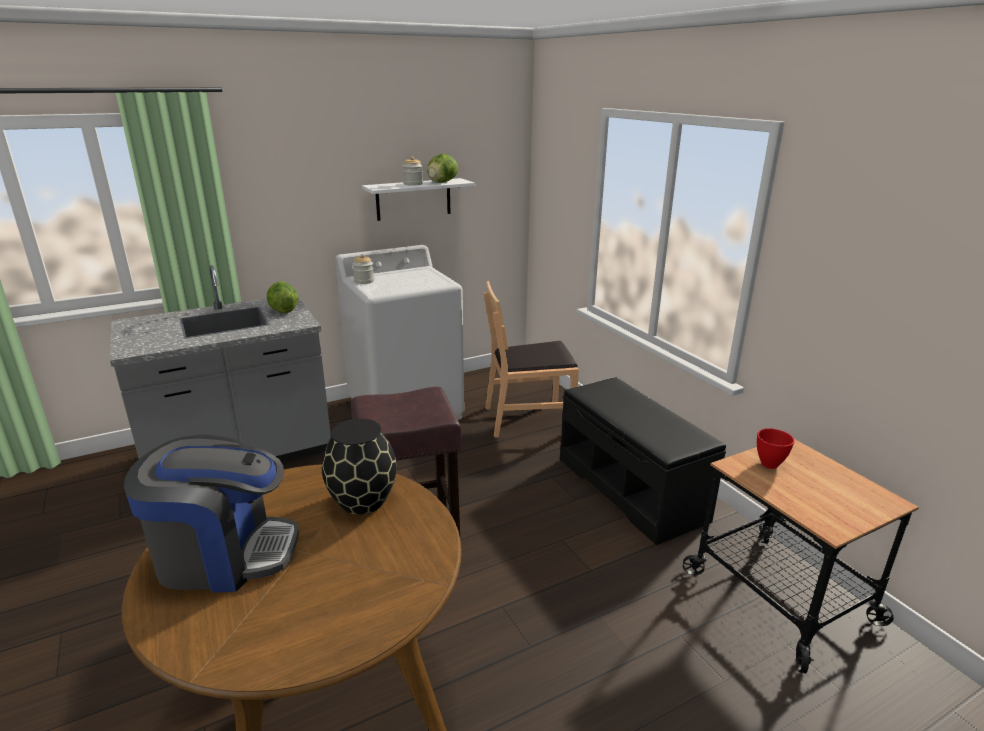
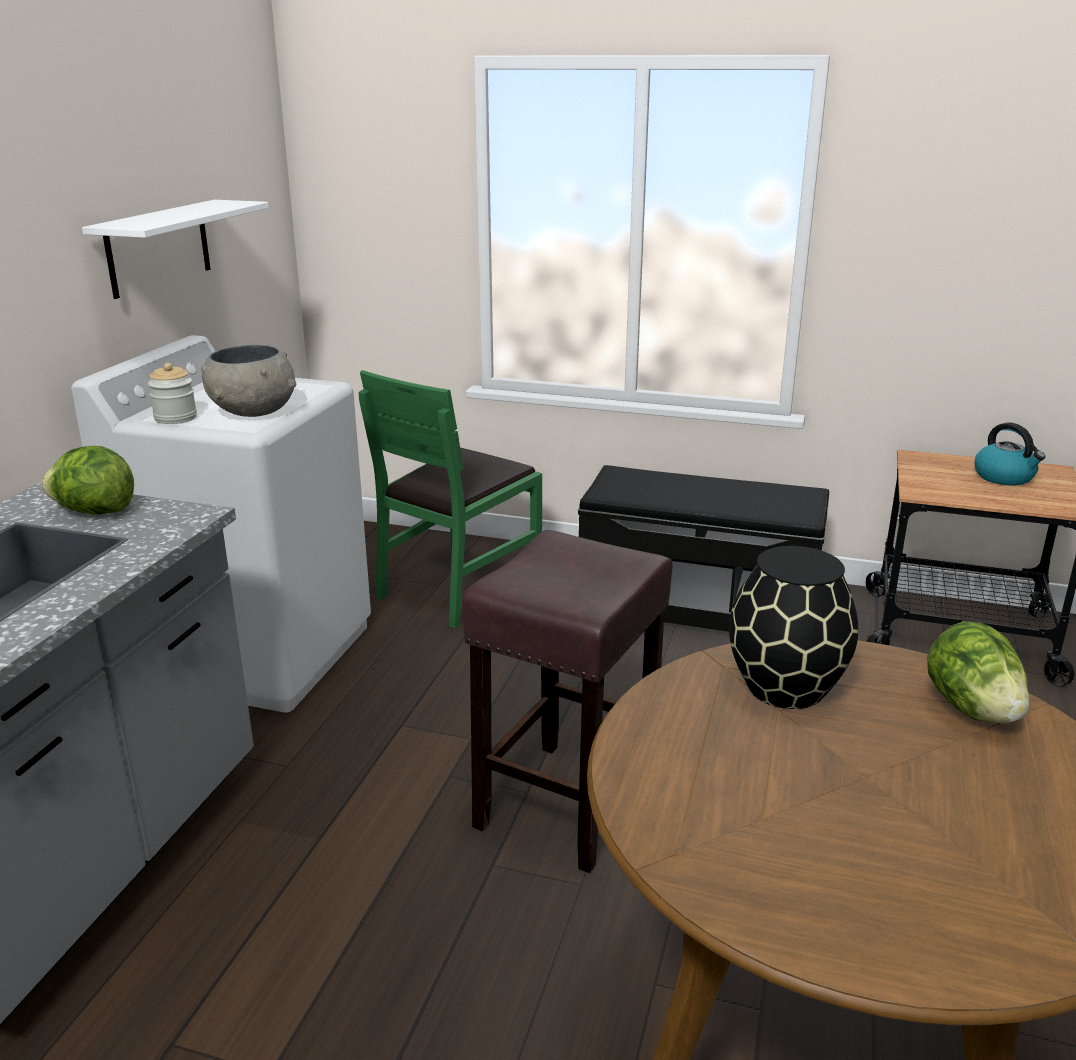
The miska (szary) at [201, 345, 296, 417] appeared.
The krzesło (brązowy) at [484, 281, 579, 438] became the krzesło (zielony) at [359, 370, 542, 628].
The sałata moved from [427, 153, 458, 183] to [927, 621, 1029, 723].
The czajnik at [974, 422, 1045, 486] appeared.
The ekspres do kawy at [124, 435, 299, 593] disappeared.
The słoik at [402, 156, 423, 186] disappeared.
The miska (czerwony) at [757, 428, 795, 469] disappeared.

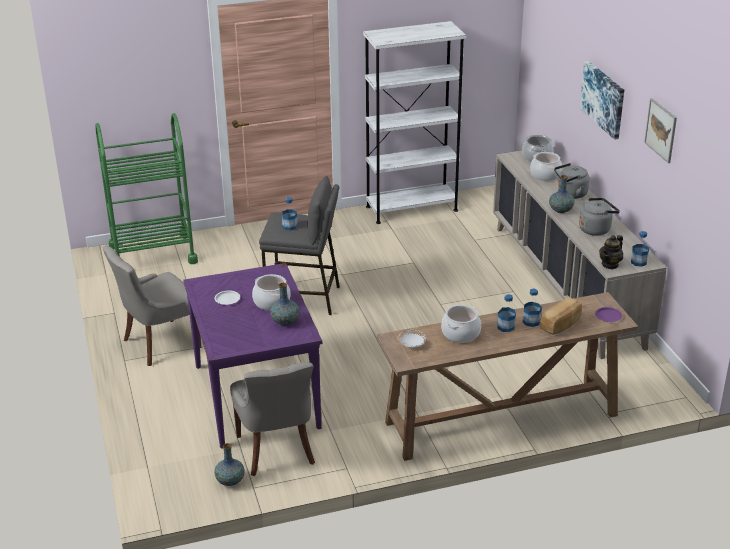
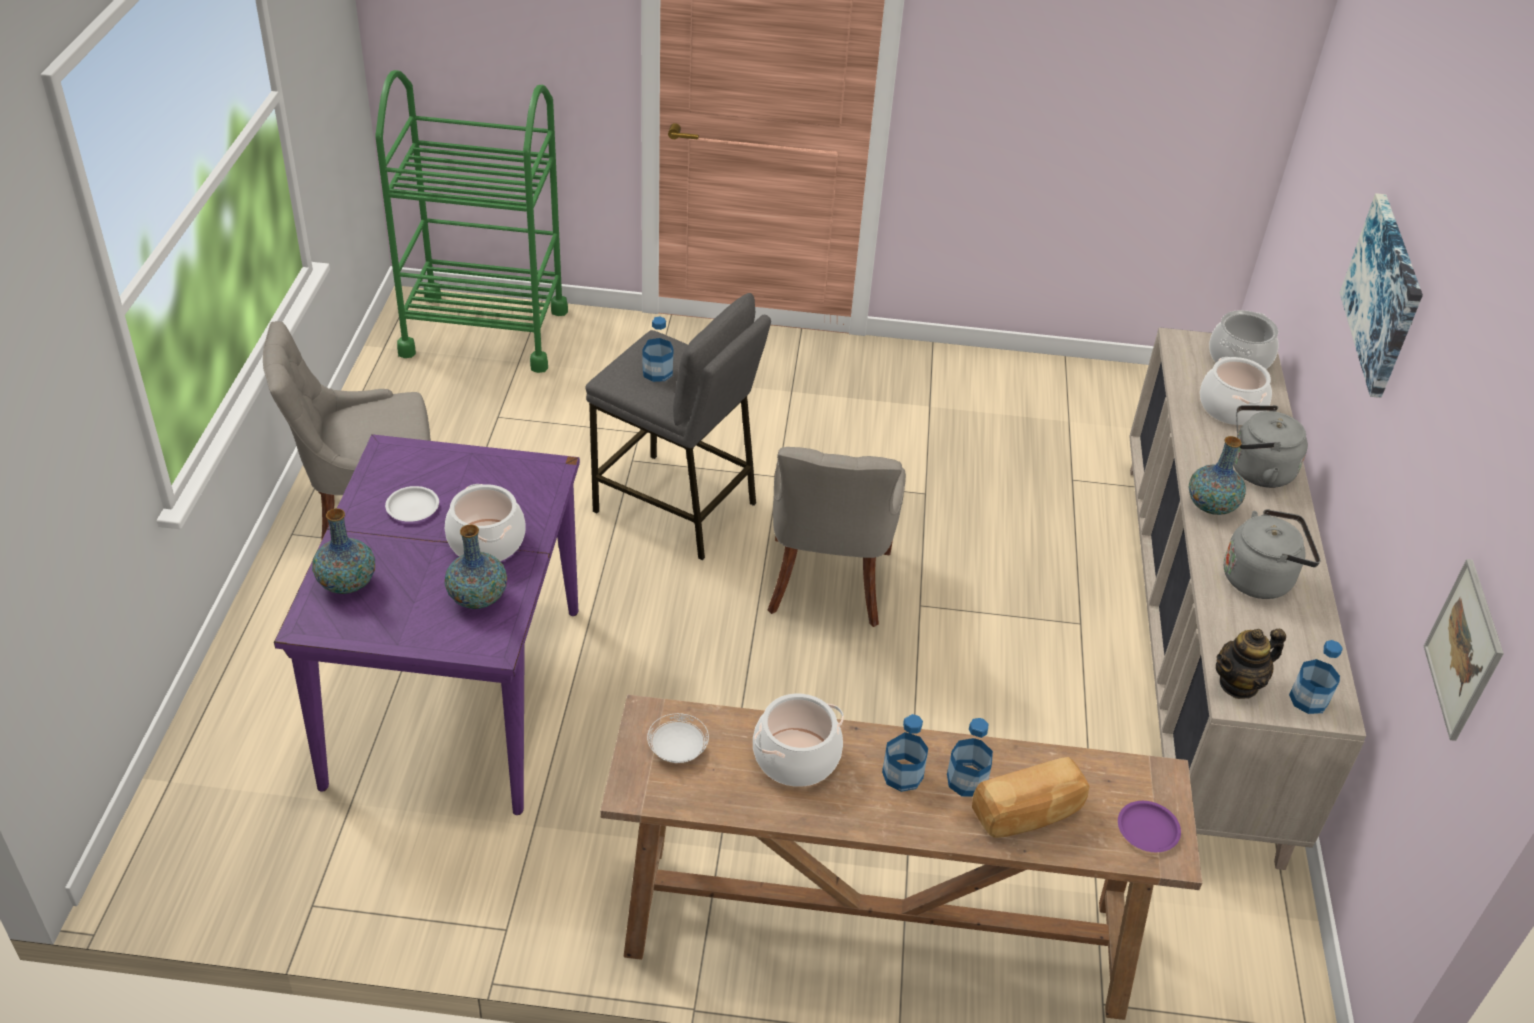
The wazon moved from [214, 443, 245, 486] to [312, 508, 375, 594].
The krzesło (szary) moved from [230, 362, 315, 476] to [768, 447, 906, 627].
The obraz moved from [644, 98, 677, 163] to [1424, 559, 1504, 741].
The regał (biały) at [363, 21, 466, 224] disappeared.

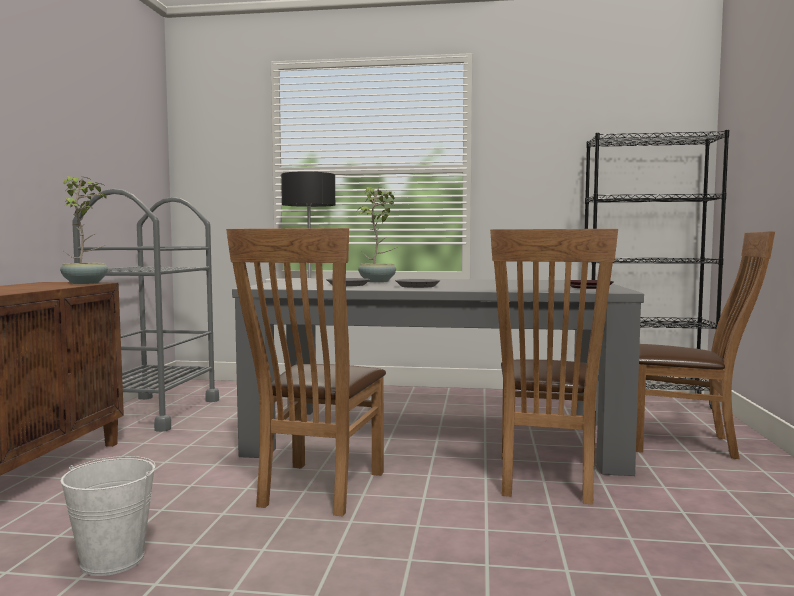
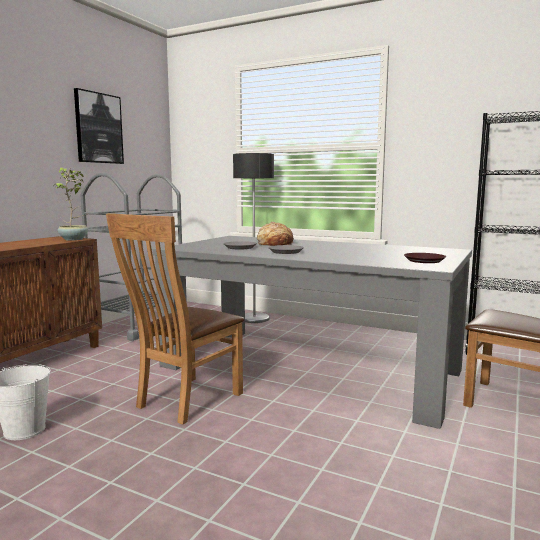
The obraz at [74, 88, 124, 164] appeared.
The roślina doniczkowa at [357, 187, 396, 282] was replaced by the chleb at [257, 222, 294, 246].
The krzesło (brązowy) at [490, 229, 618, 505] disappeared.

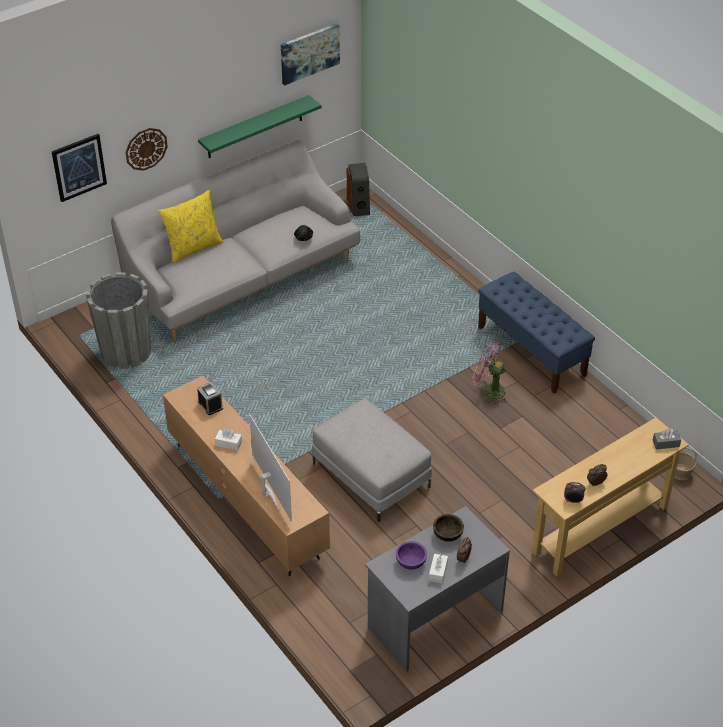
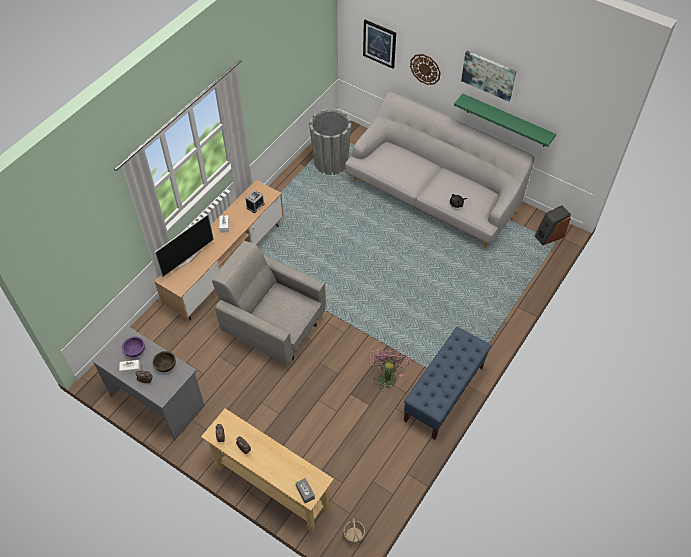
The pufa (szary) at [312, 399, 432, 522] was replaced by the fotel (szary) at [212, 241, 326, 364].
The obraz moved from [281, 23, 340, 85] to [461, 51, 517, 102].
The poduszka (żółty) at [158, 190, 223, 263] disappeared.

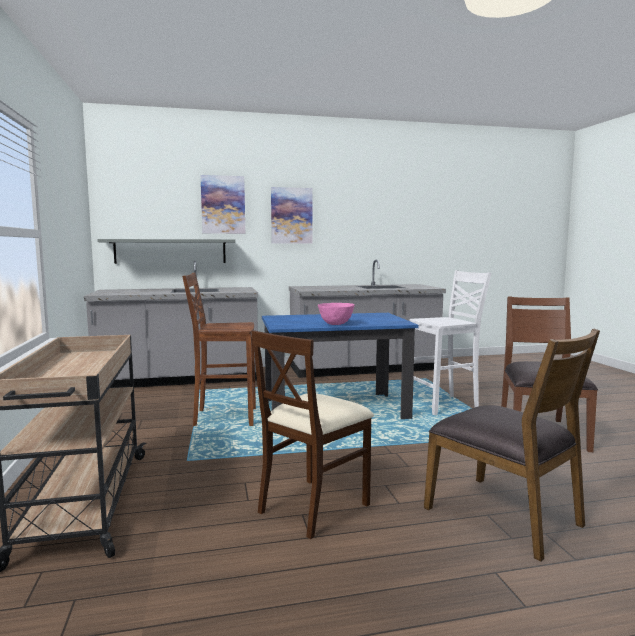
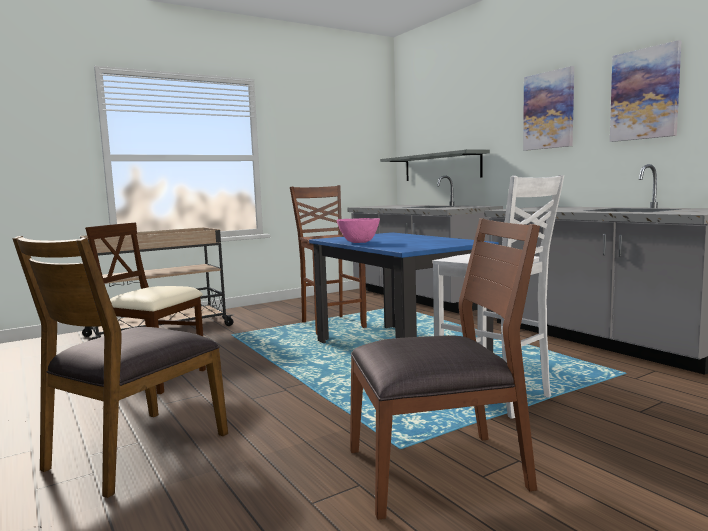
The obraz moved from [201, 175, 245, 234] to [610, 40, 681, 142].

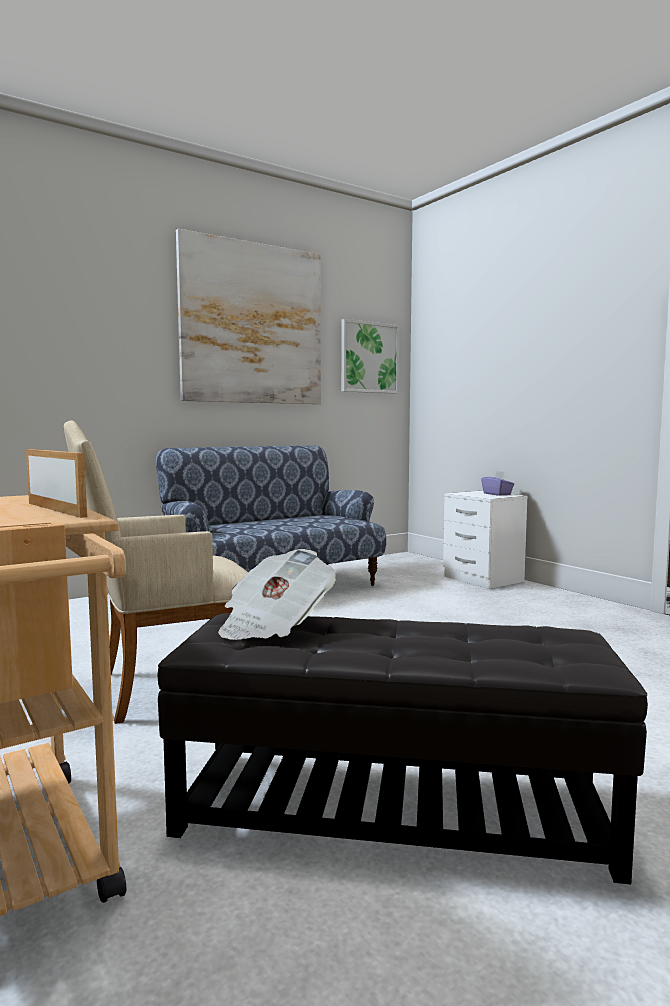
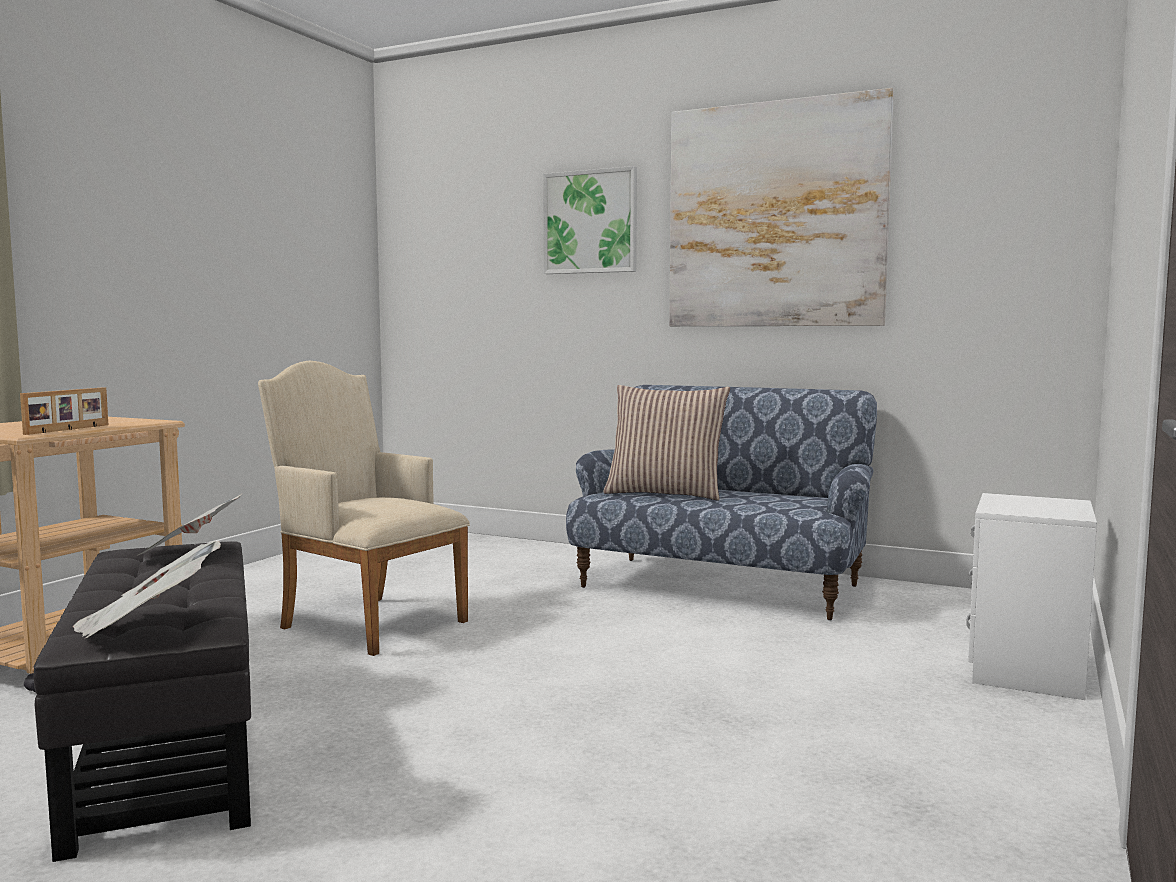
The gazeta at [73, 541, 221, 638] appeared.
The obraz moved from [341, 319, 399, 394] to [543, 166, 637, 274].
The poduszka at [603, 385, 730, 500] appeared.
The pudełko chusteczek (fioletowy) at [481, 471, 514, 496] disappeared.

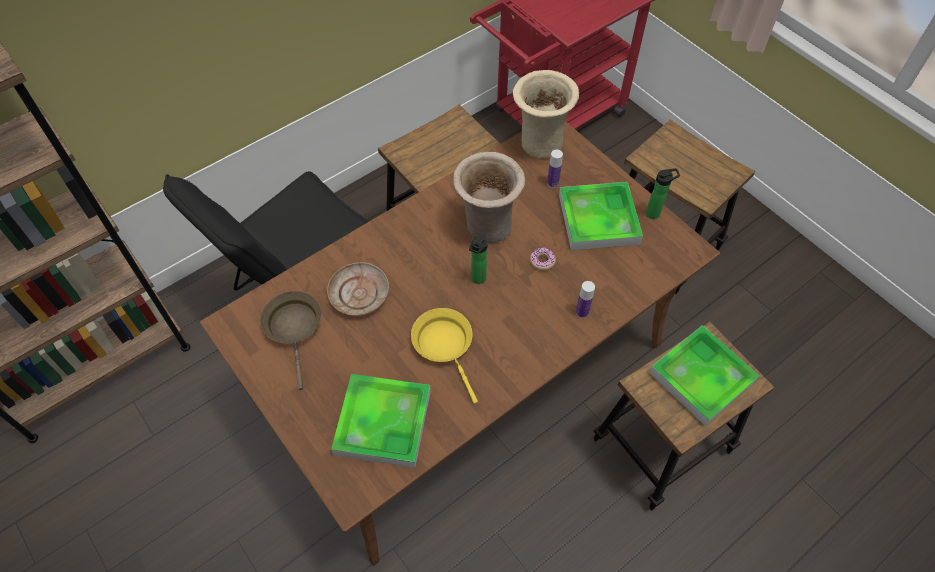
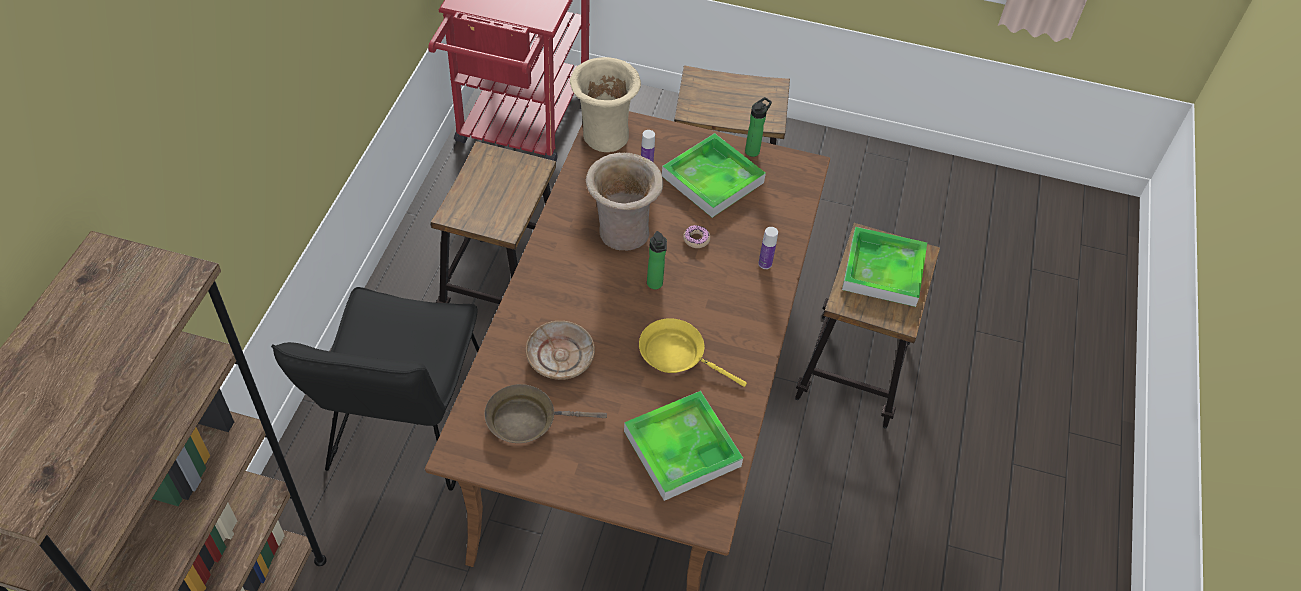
The patelnia (brązowy) at [260, 291, 321, 390] turned 45 degrees counterclockwise.

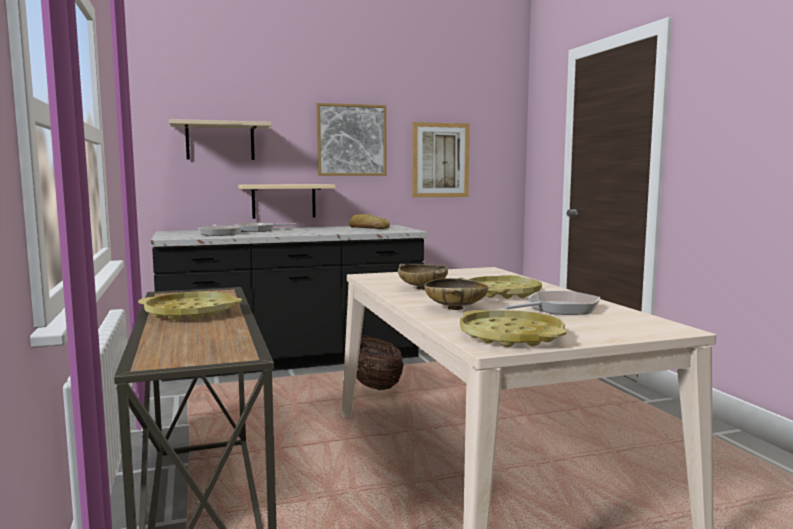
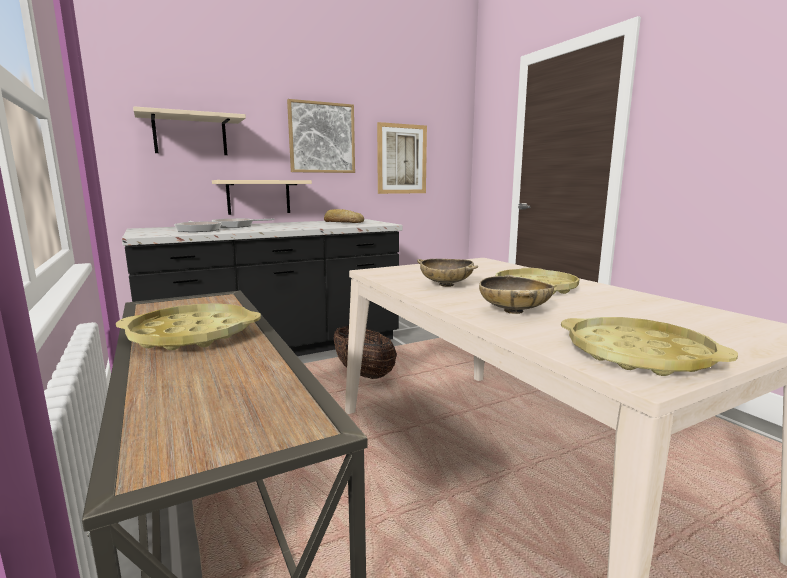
The patelnia at [504, 291, 600, 315] disappeared.

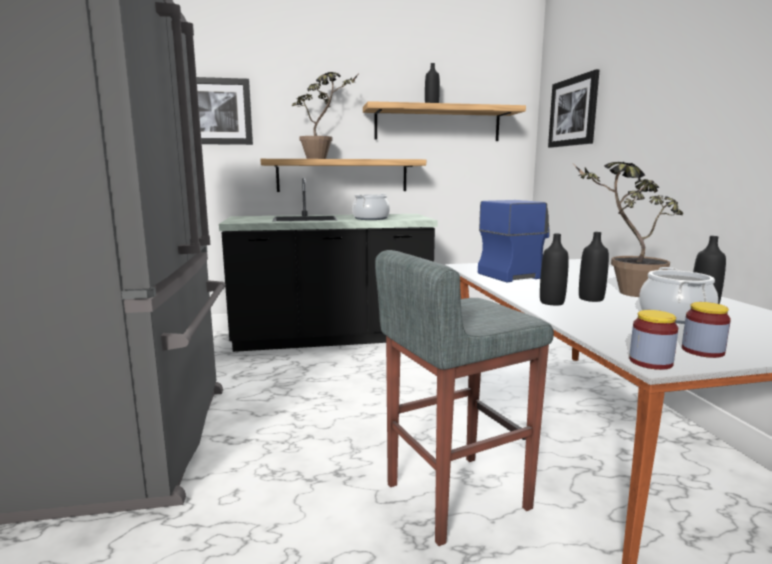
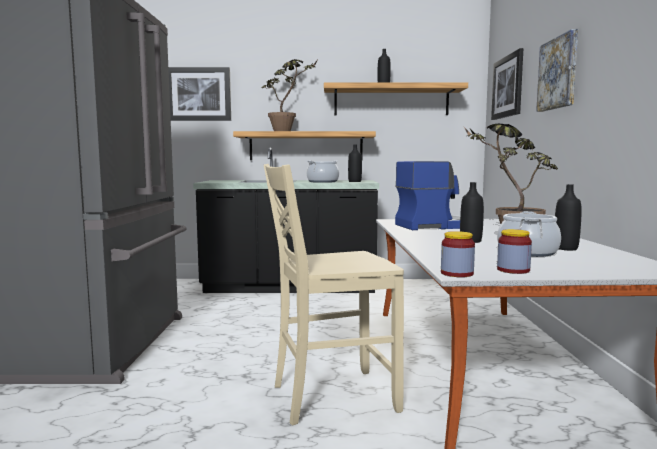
The stołek (szary) at [375, 250, 554, 546] was replaced by the krzesło (beżowy) at [264, 164, 404, 425].
The butelka (czarny) moved from [540, 234, 569, 305] to [348, 145, 362, 182].
The obraz at [536, 29, 578, 112] appeared.

